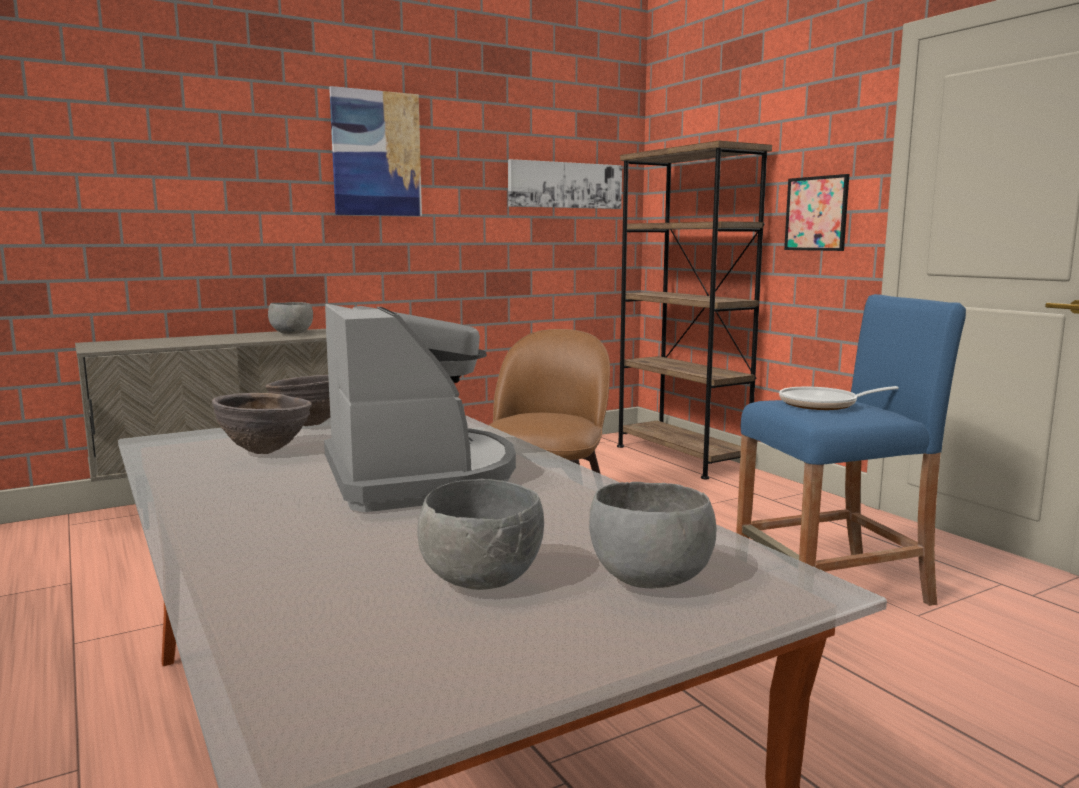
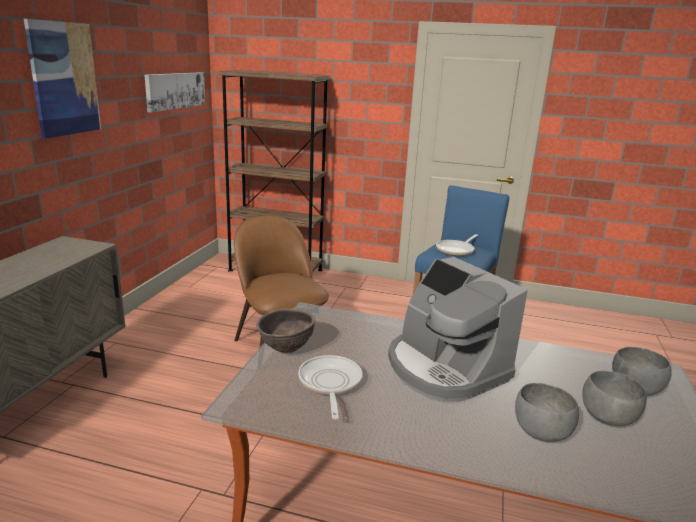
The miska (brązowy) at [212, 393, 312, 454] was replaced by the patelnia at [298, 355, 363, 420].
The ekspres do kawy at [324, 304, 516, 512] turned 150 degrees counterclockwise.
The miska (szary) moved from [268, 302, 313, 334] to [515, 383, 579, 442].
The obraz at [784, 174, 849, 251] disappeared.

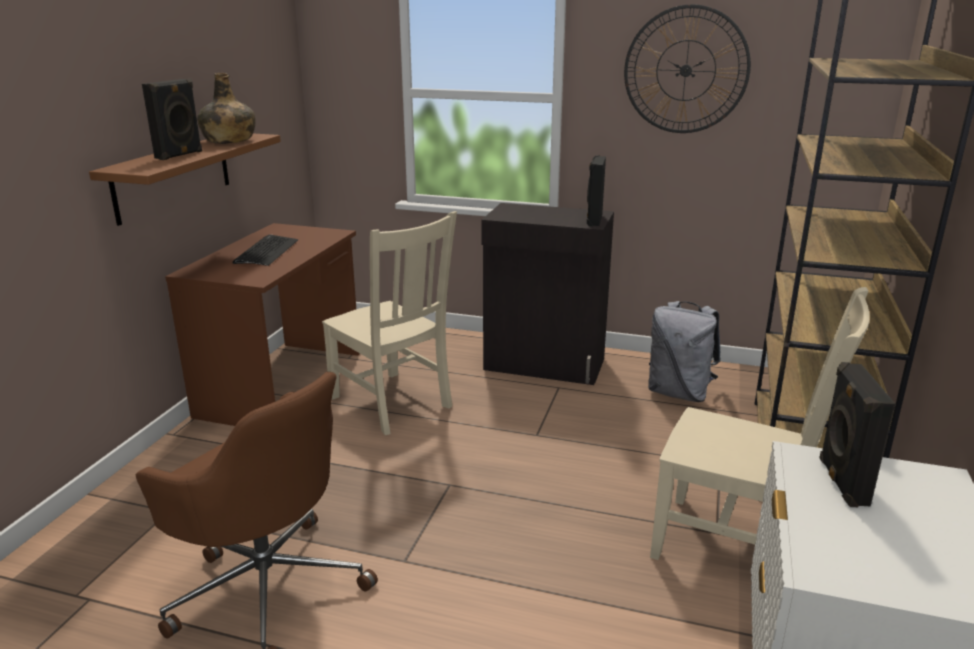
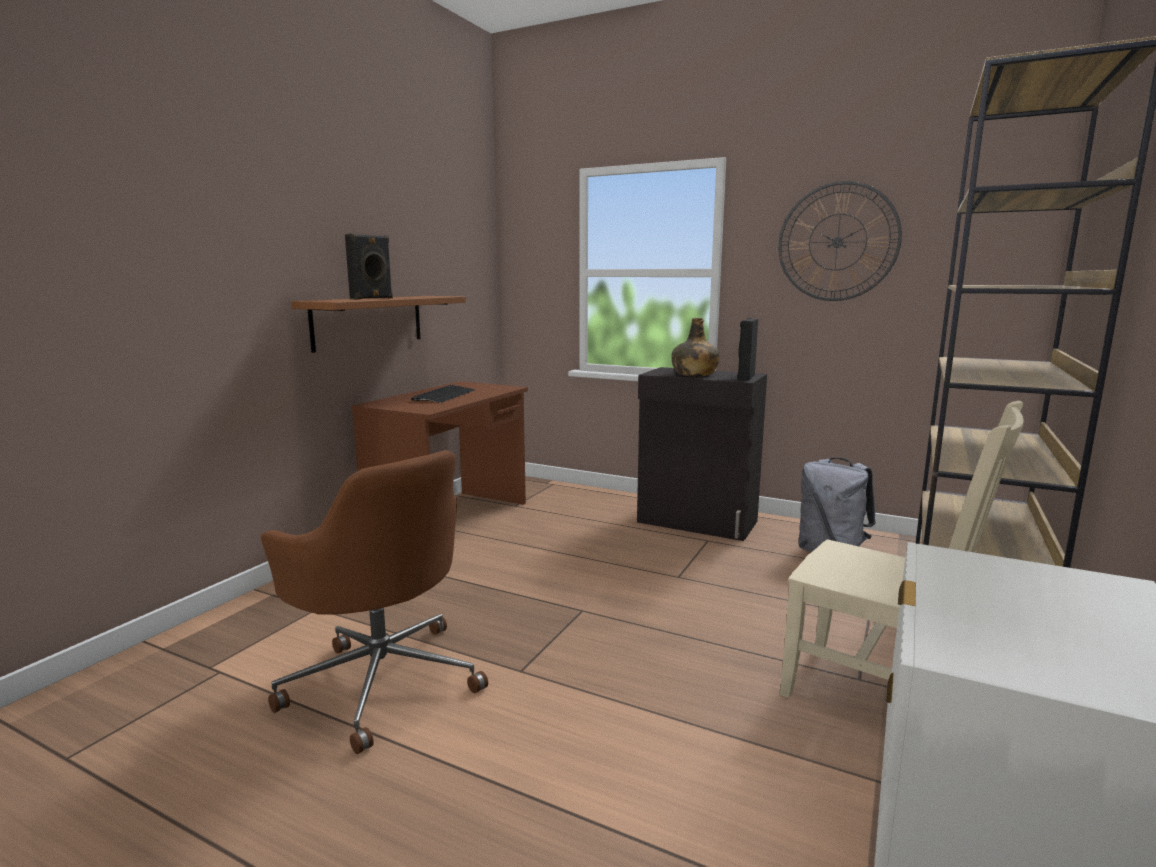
The butelka (zielony) moved from [197, 73, 255, 144] to [672, 318, 720, 376].
The krzesło (beżowy) at [322, 211, 457, 435] disappeared.
The głośnik (czarny) at [819, 362, 895, 507] disappeared.

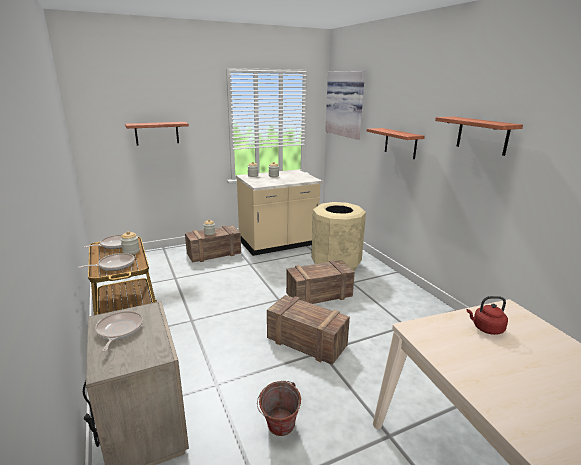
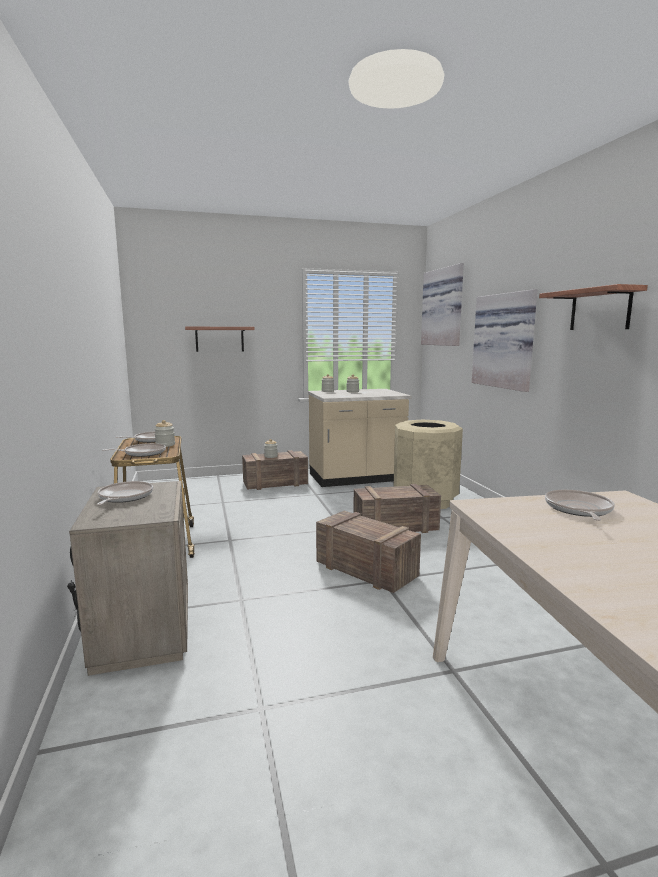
The półka at [367, 128, 425, 159] was replaced by the obraz at [472, 289, 537, 392].
The czajnik (czerwony) at [467, 296, 508, 335] was replaced by the patelnia at [545, 490, 615, 521].
The wiadro at [257, 381, 301, 436] disappeared.

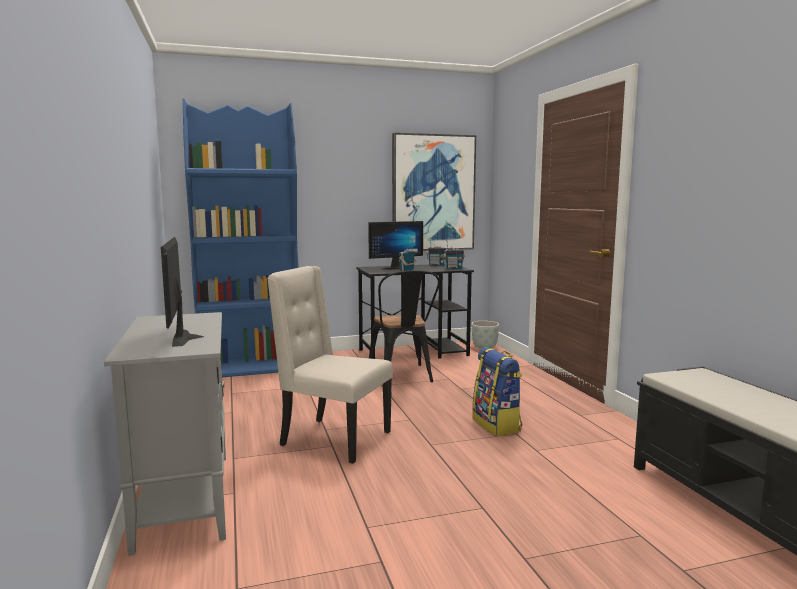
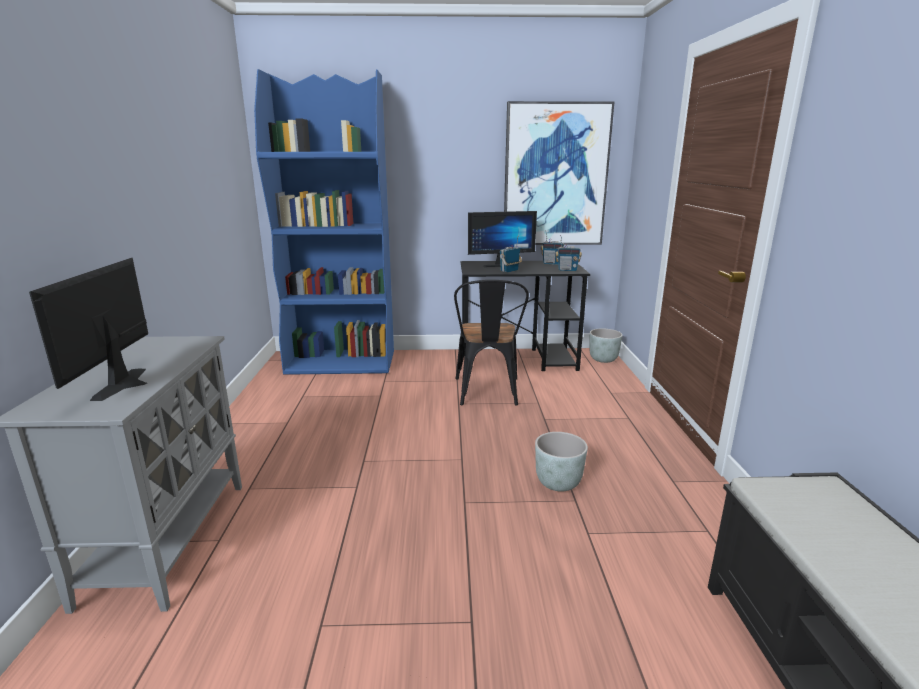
The plecak at [472, 347, 522, 436] was replaced by the donica (szary) at [535, 432, 588, 492].
The krzesło (beżowy) at [267, 266, 393, 464] disappeared.

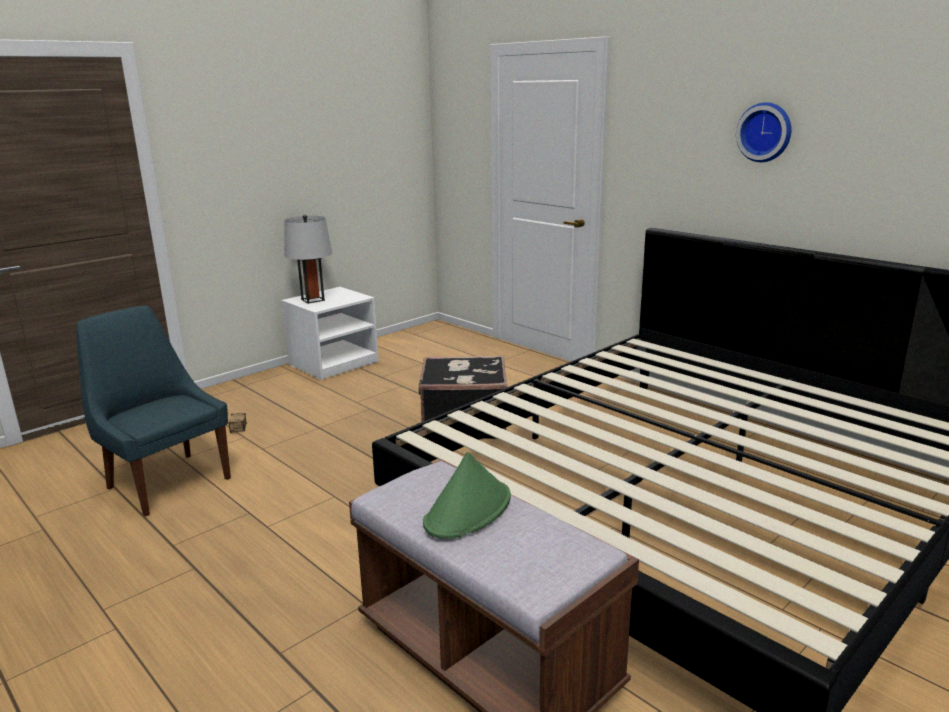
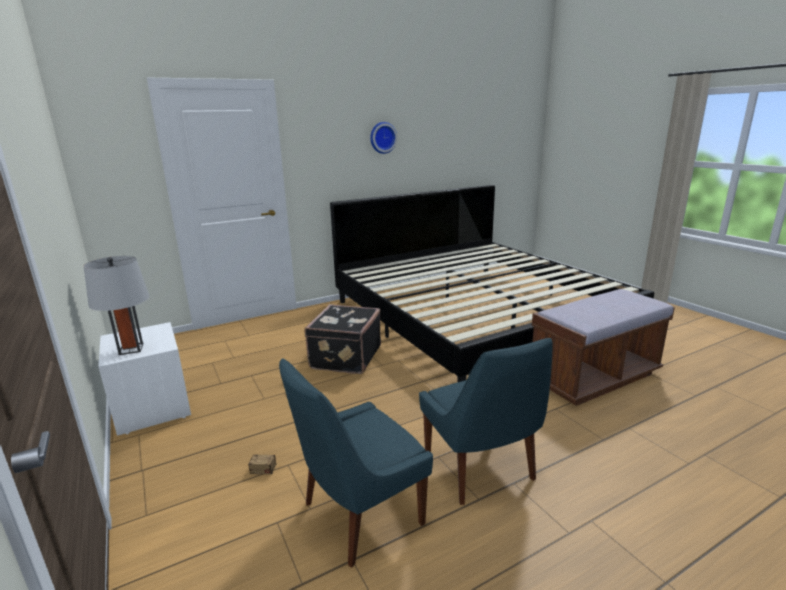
The krzesło (niebieski) at [419, 338, 553, 505] appeared.
The kapelusz (zielony) at [423, 452, 511, 539] disappeared.

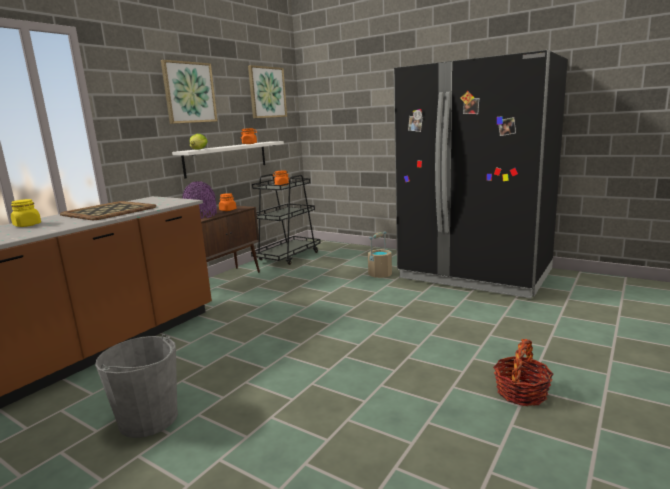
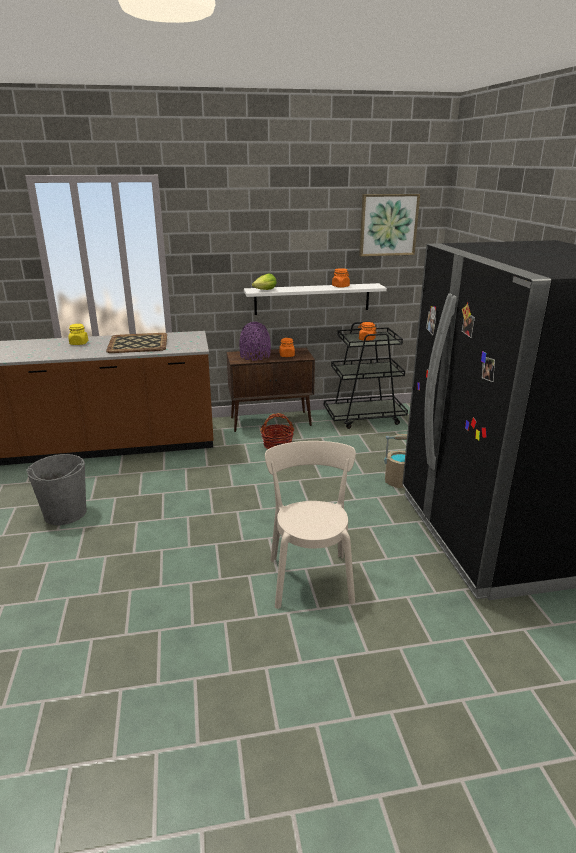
The koszyk moved from [493, 339, 554, 406] to [260, 413, 294, 449].
The krzesło (beżowy) at [265, 441, 356, 609] appeared.
The obraz at [161, 60, 218, 124] disappeared.

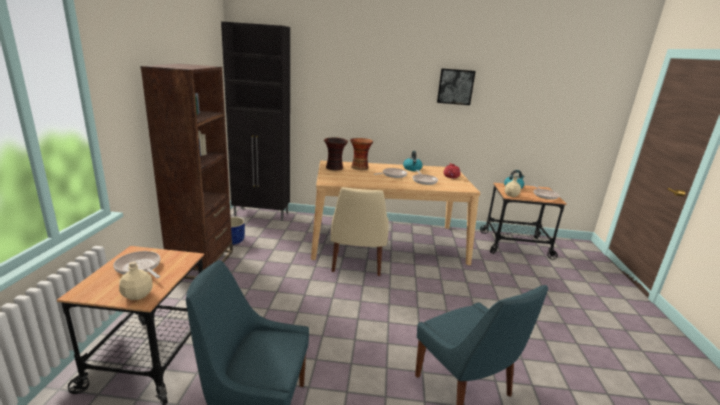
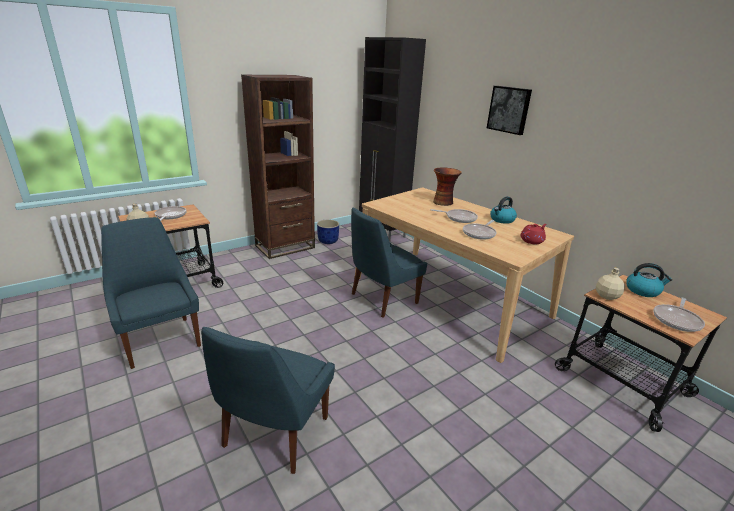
The krzesło (beżowy) at [331, 187, 389, 276] became the krzesło (niebieski) at [351, 207, 427, 318].
The obraz moved from [437, 68, 476, 105] to [487, 86, 532, 135].
The wazon at [324, 137, 348, 170] disappeared.

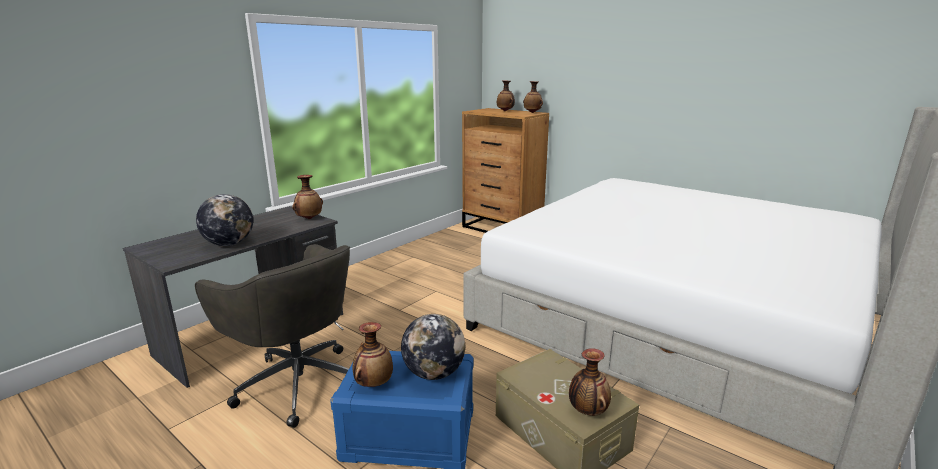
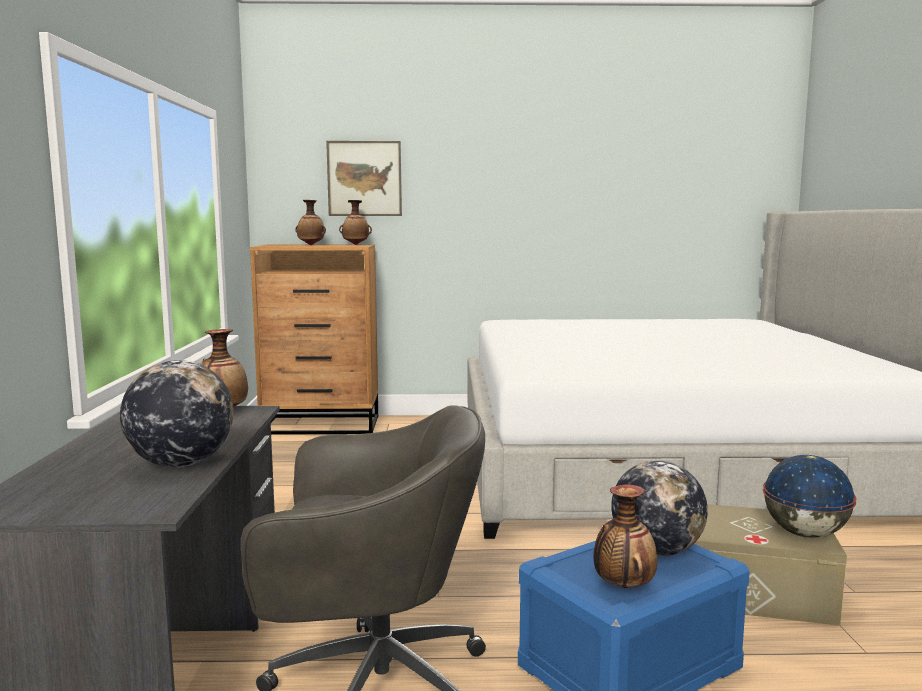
The obraz at [326, 141, 402, 216] appeared.
The wazon at [569, 348, 611, 416] was replaced by the globus at [763, 455, 857, 538].

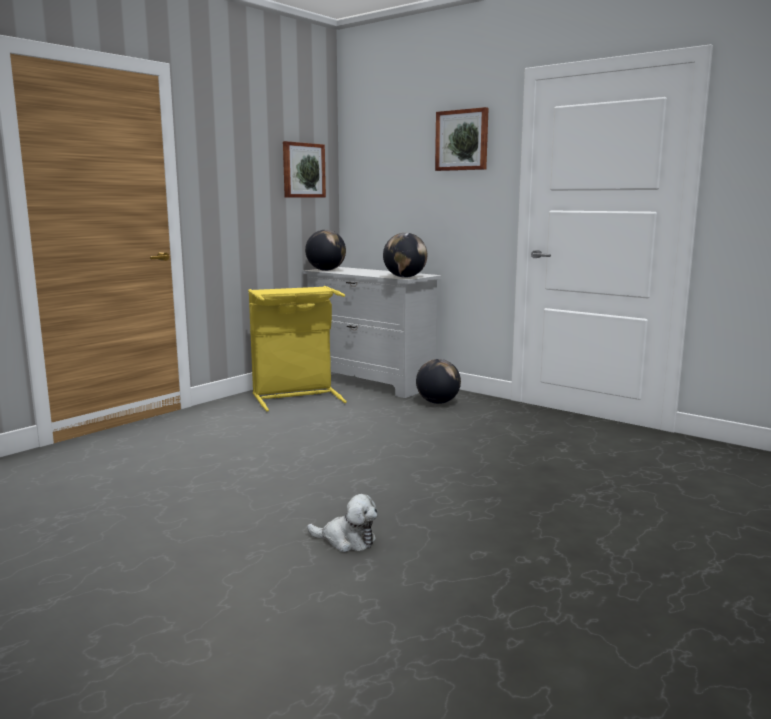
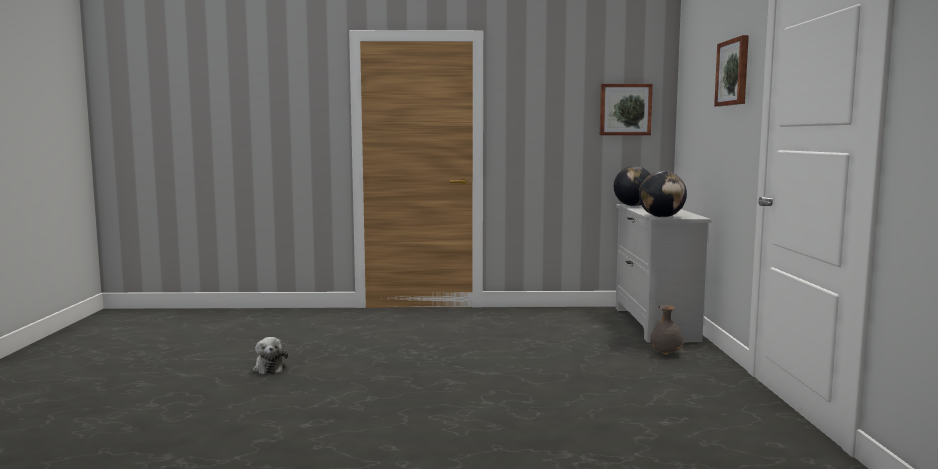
The pluszak moved from [307, 494, 378, 552] to [253, 337, 288, 374].
The globus at [416, 359, 461, 404] was replaced by the wazon (szary) at [650, 305, 683, 355].
The kosz na pranie (żółty) at [248, 286, 347, 412] disappeared.

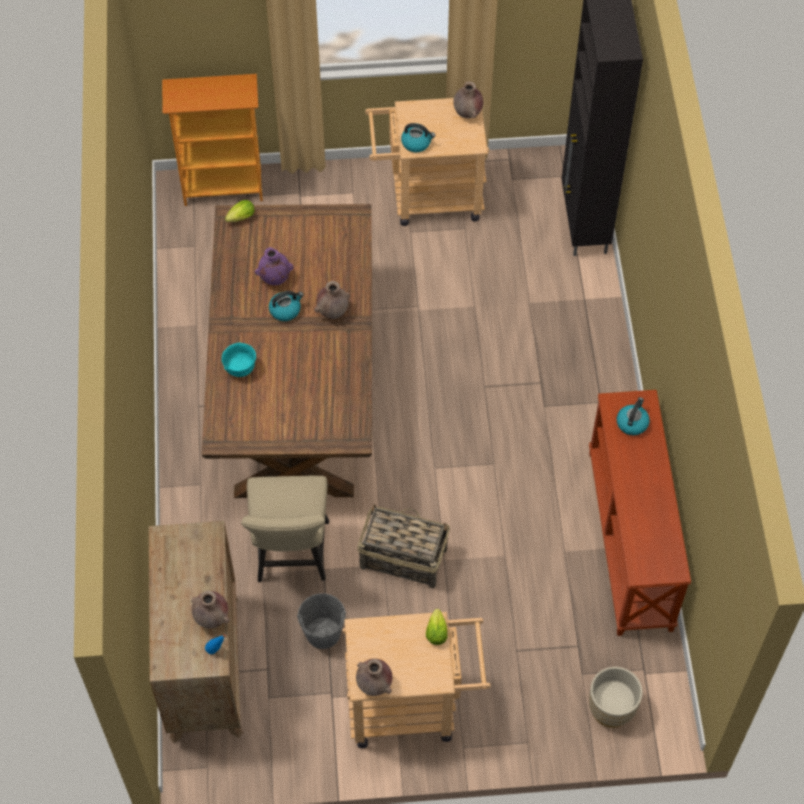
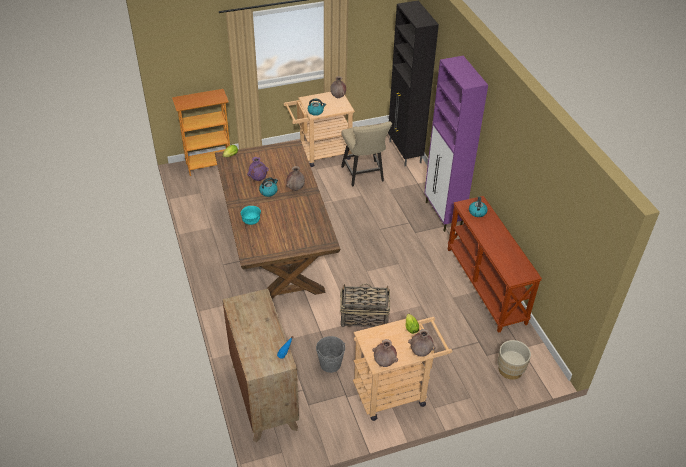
The krzesło (beżowy) moved from [241, 476, 329, 582] to [341, 121, 392, 187].
The wazon (brązowy) moved from [191, 591, 230, 629] to [408, 329, 436, 357].
The szafka (fioletowy) at [424, 56, 488, 232] appeared.

